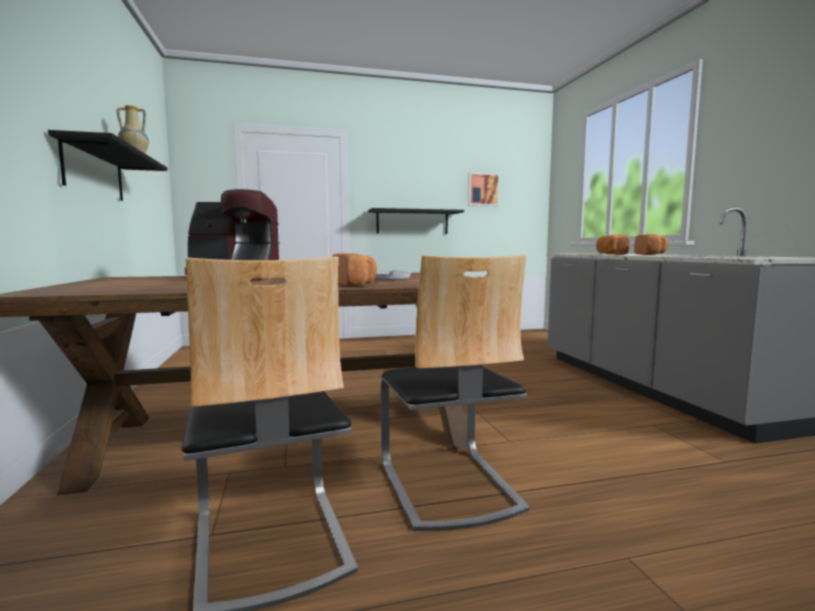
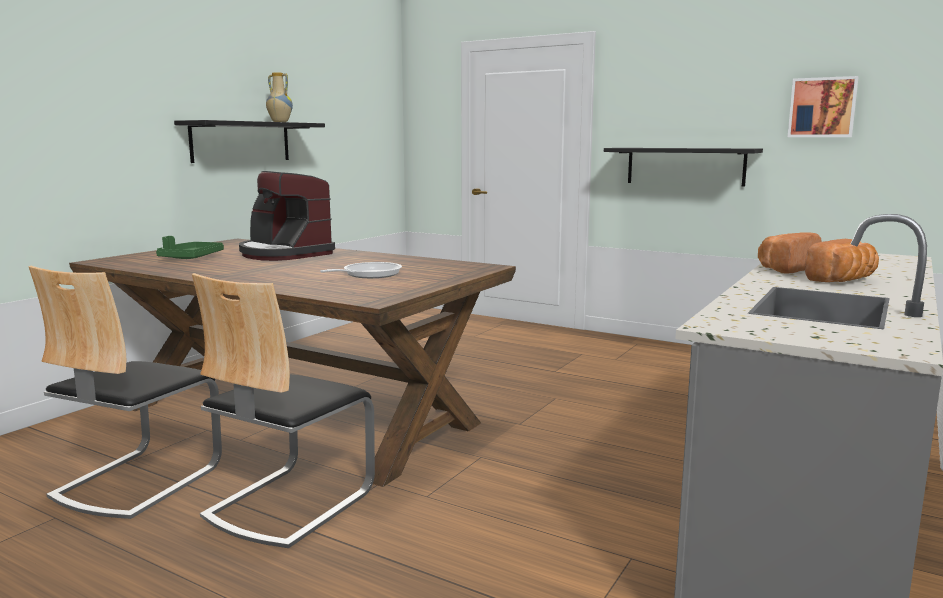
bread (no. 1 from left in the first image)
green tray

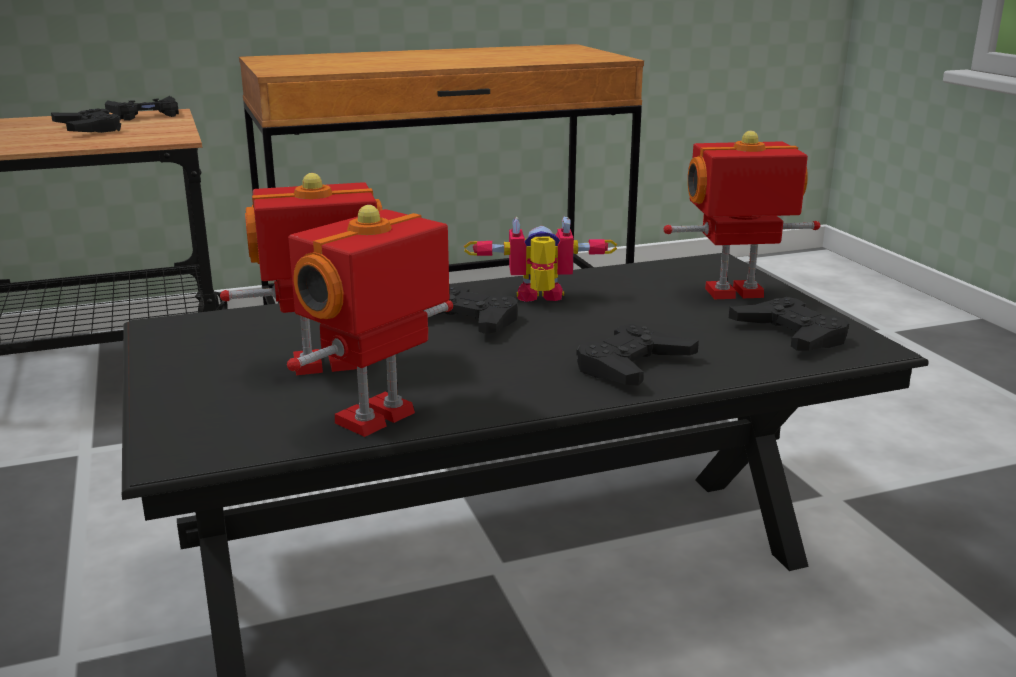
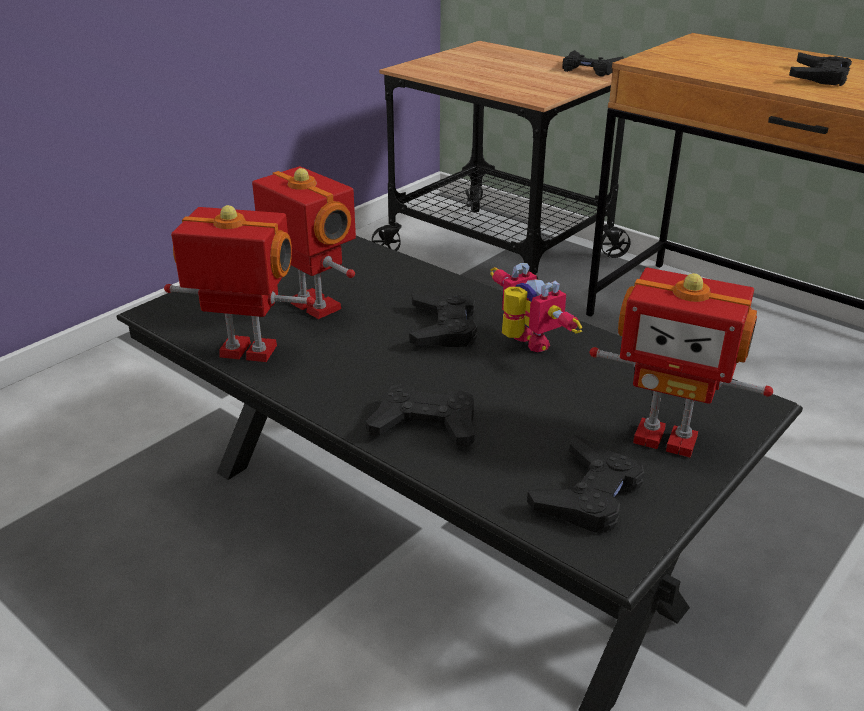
black game controller (no. 5 from left)
toy robot (no. 4 from left)

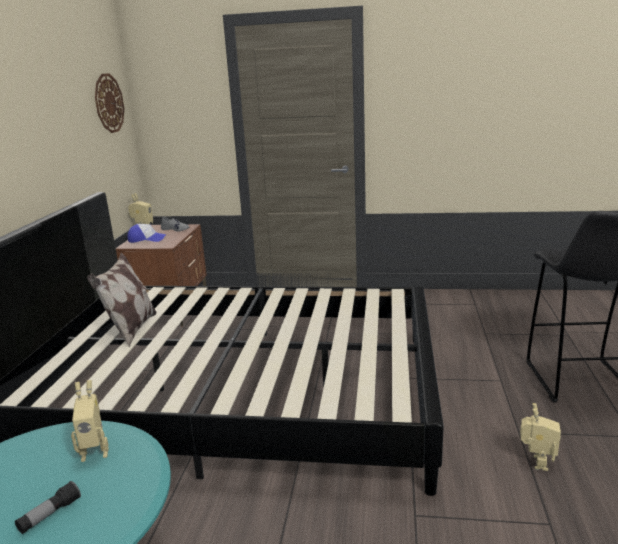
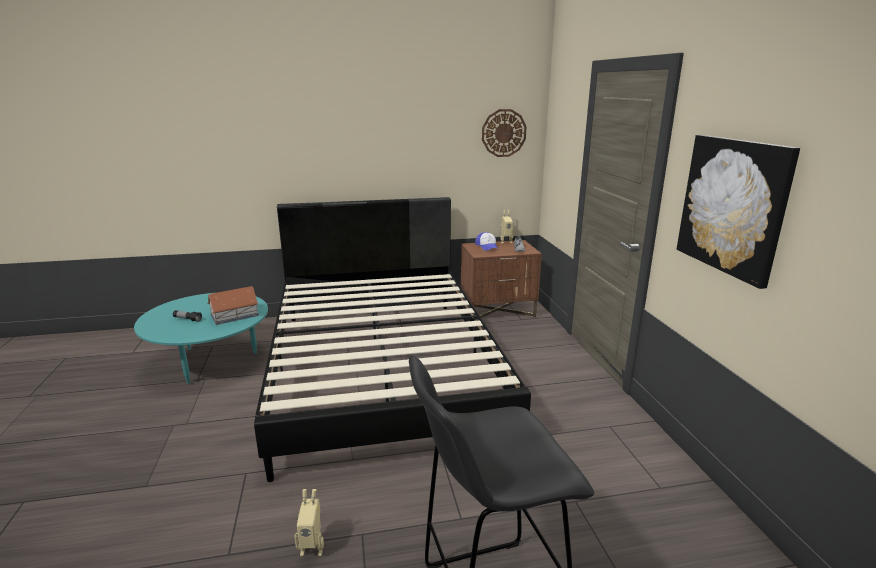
pillow
picture
toy house

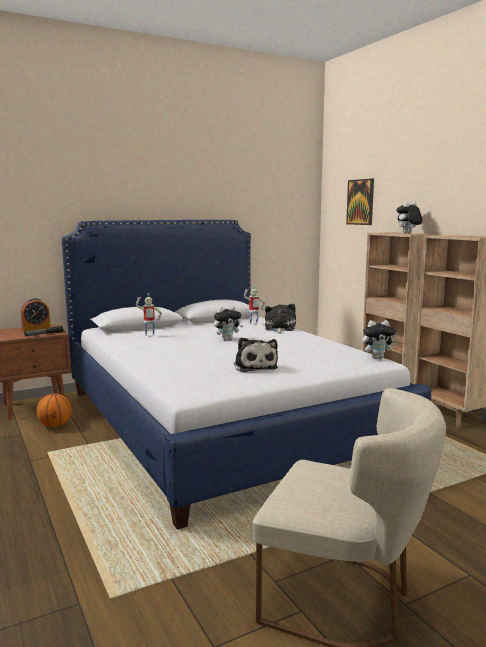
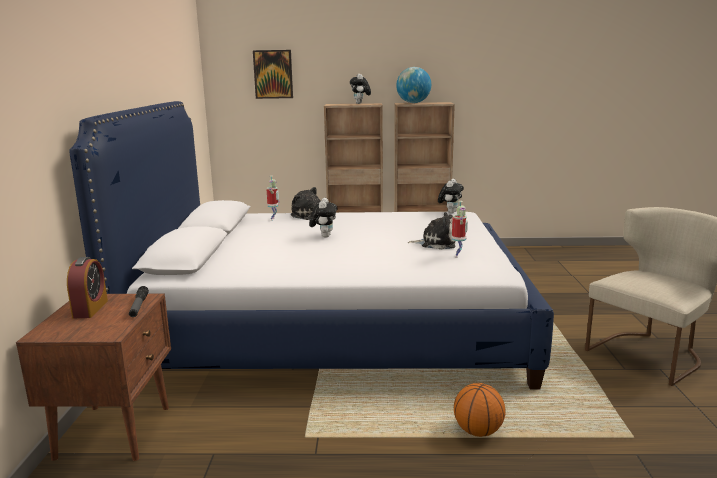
globe
basketball
toy robot (no. 2 from left)

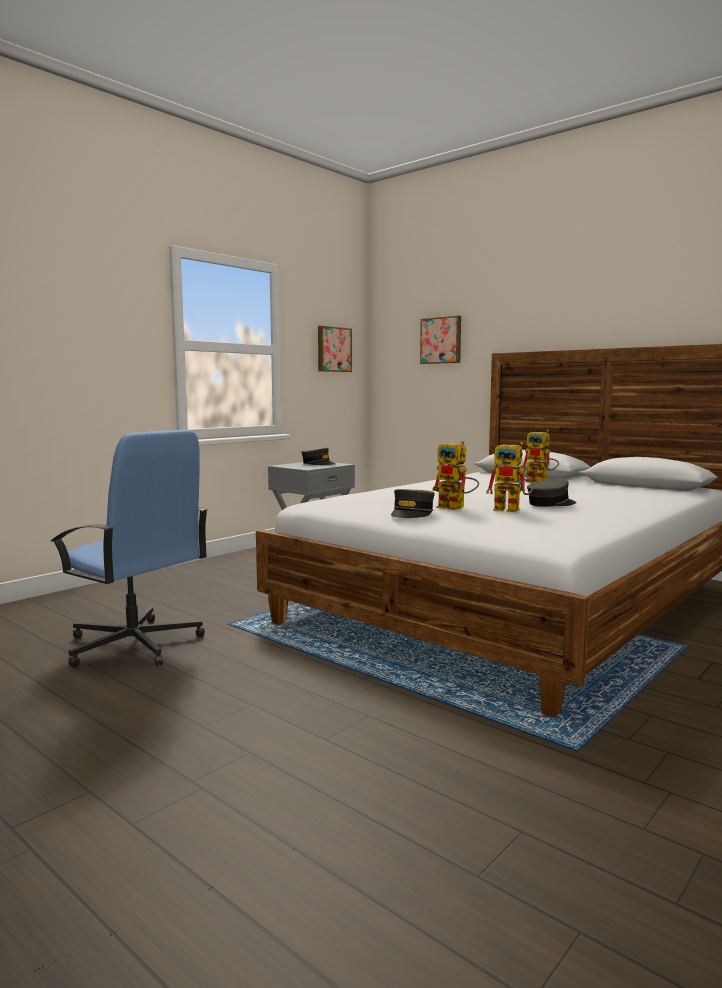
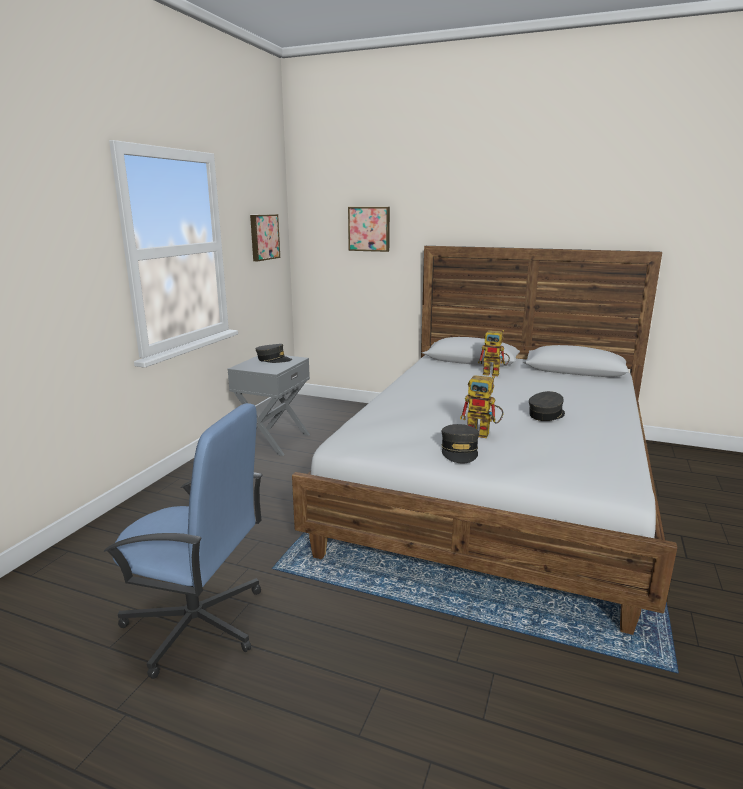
toy robot (no. 2 from left in the first image)

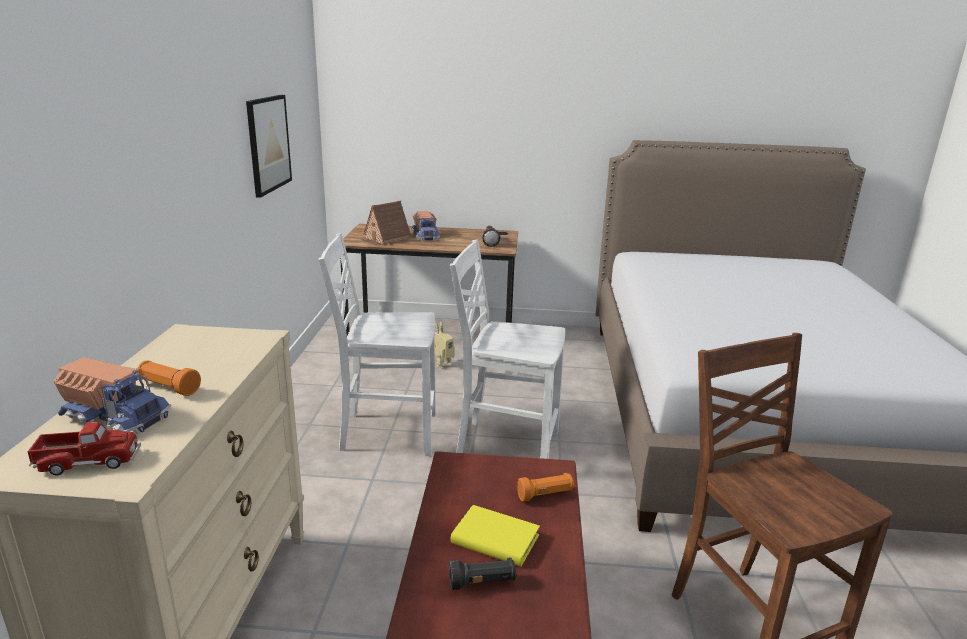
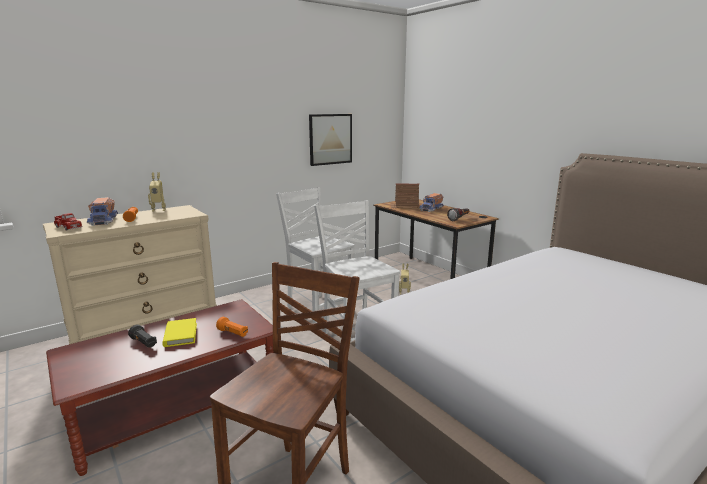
toy robot (no. 1 from left)

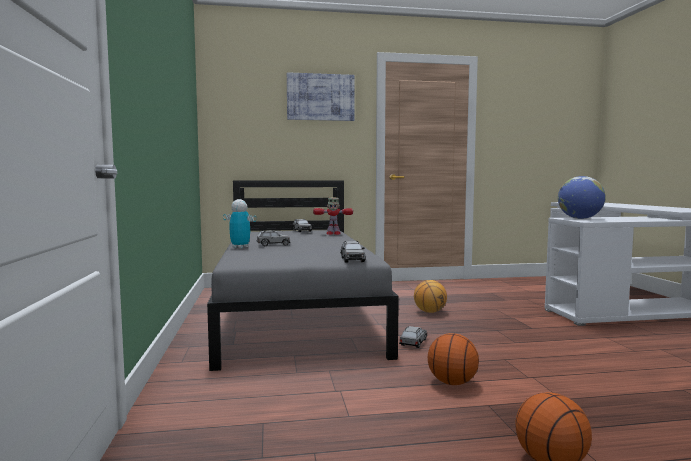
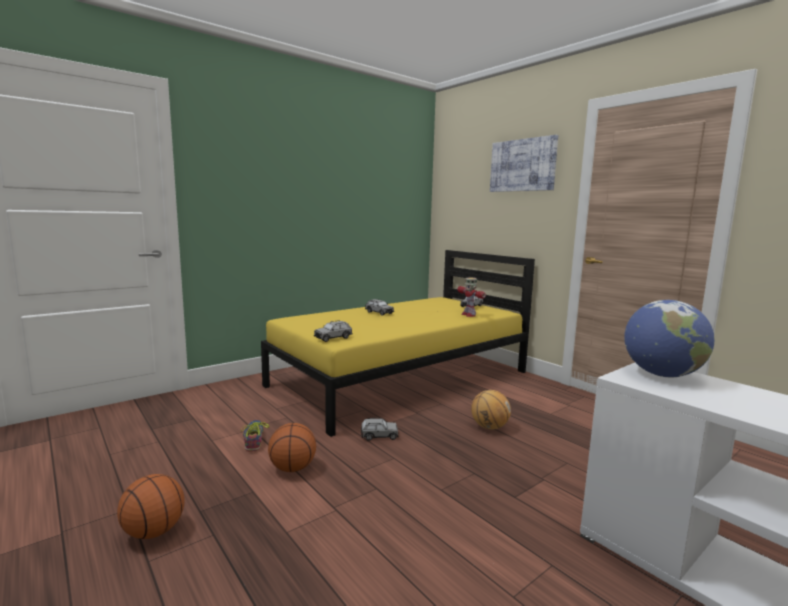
toy robot (no. 1 from left in the first image)
shoe
yellow bed

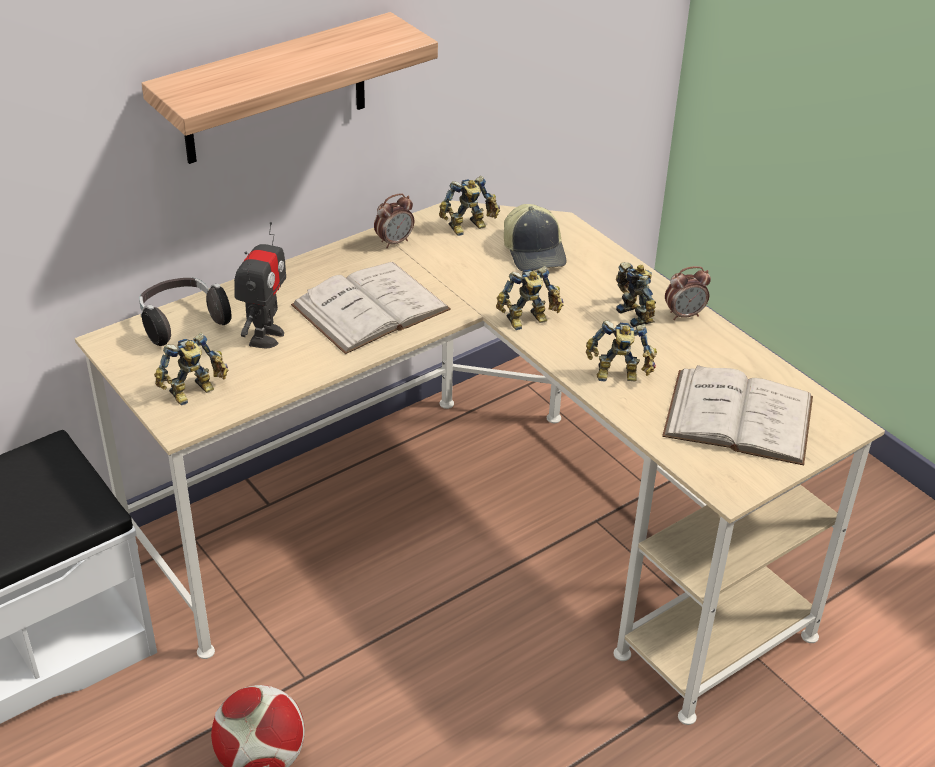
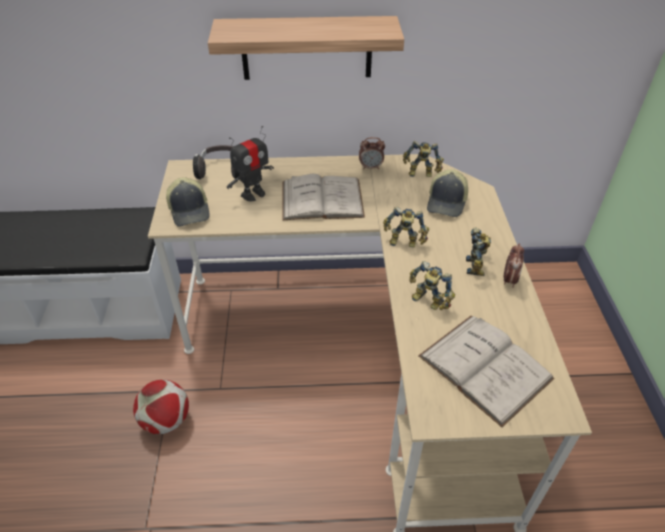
cap (no. 1 from left)
alarm clock (no. 2 from left)

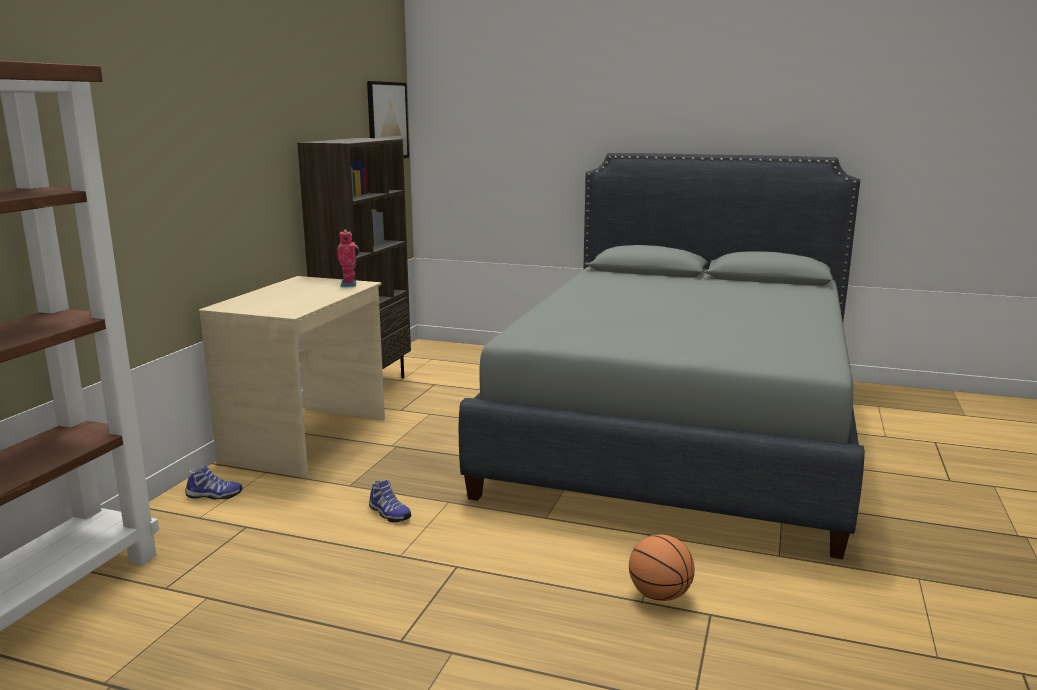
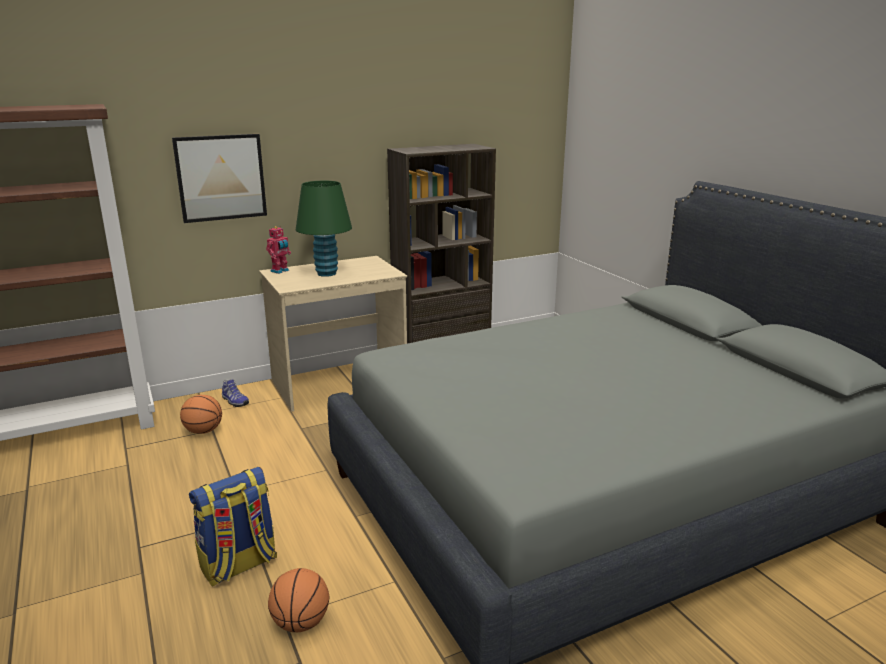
shoe (no. 2 from left in the first image)
basketball (no. 1 from left)
backpack
green table lamp
toy robot
picture

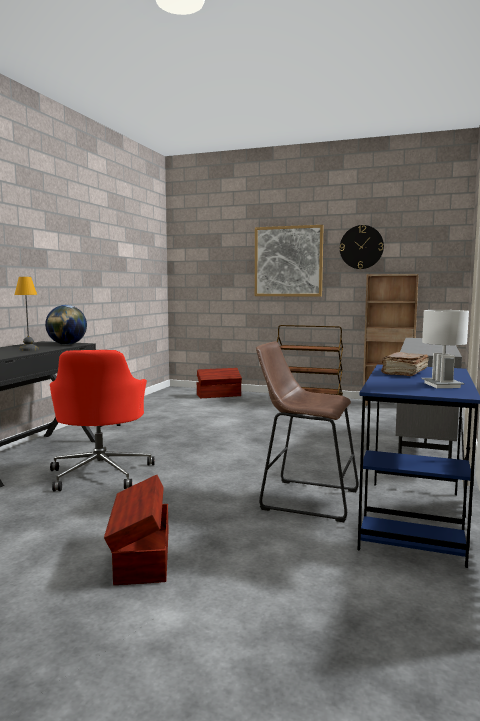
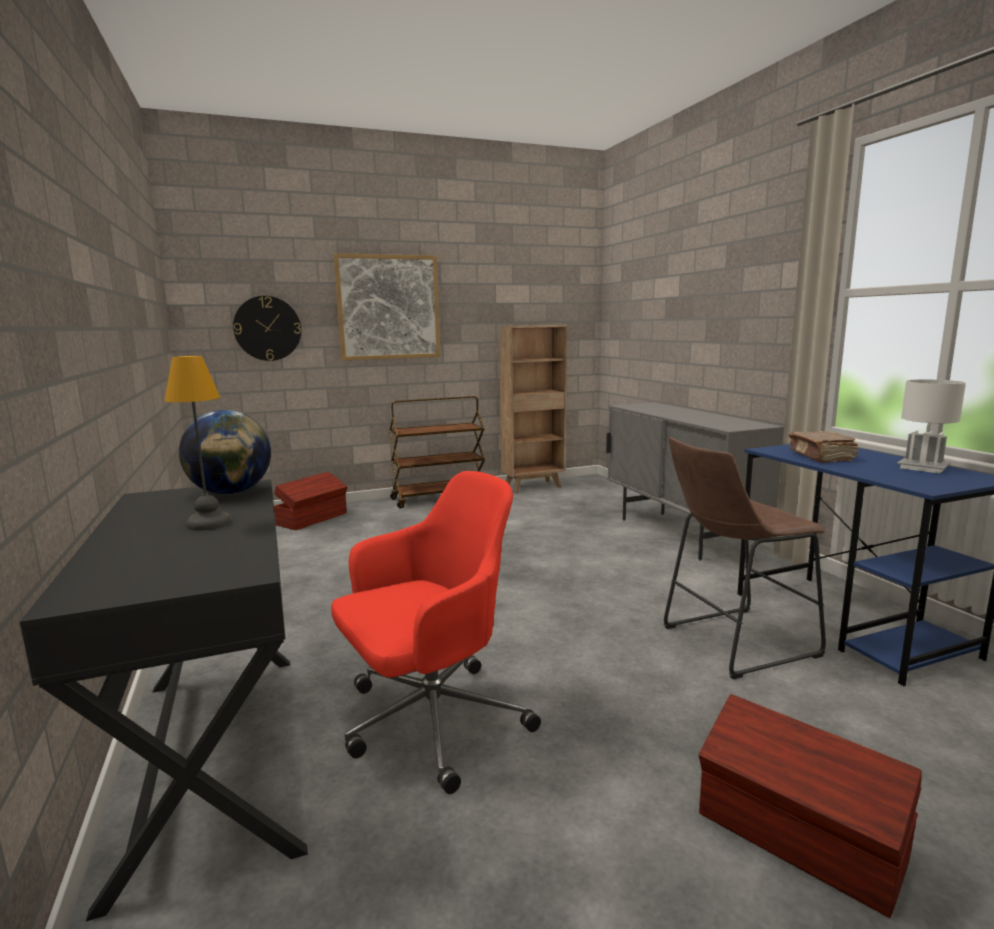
wall clock
red office chair

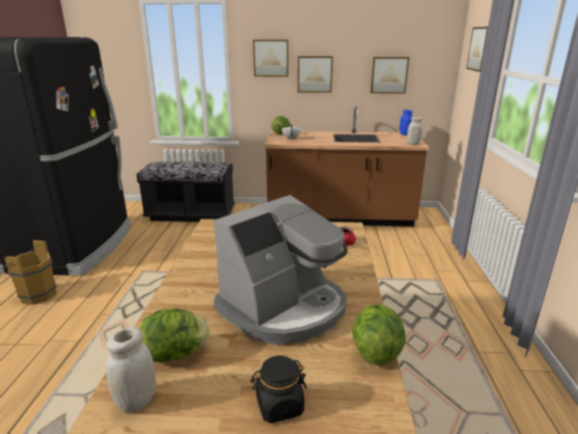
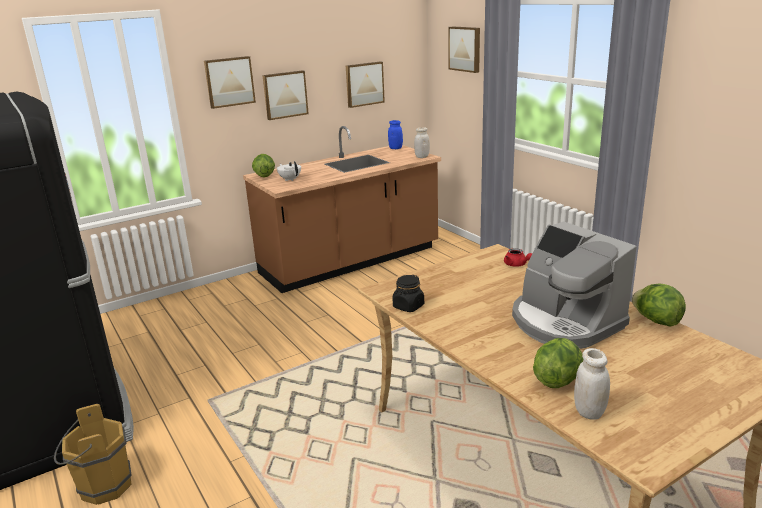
black bench
black jar
coffee machine

